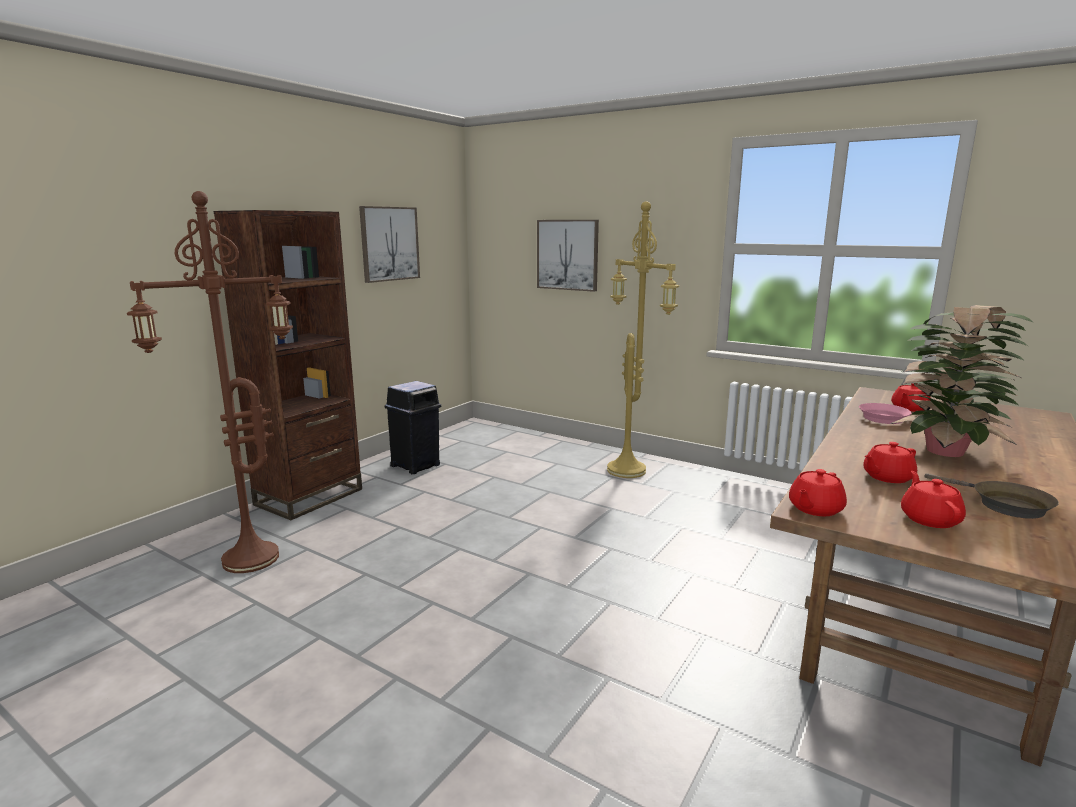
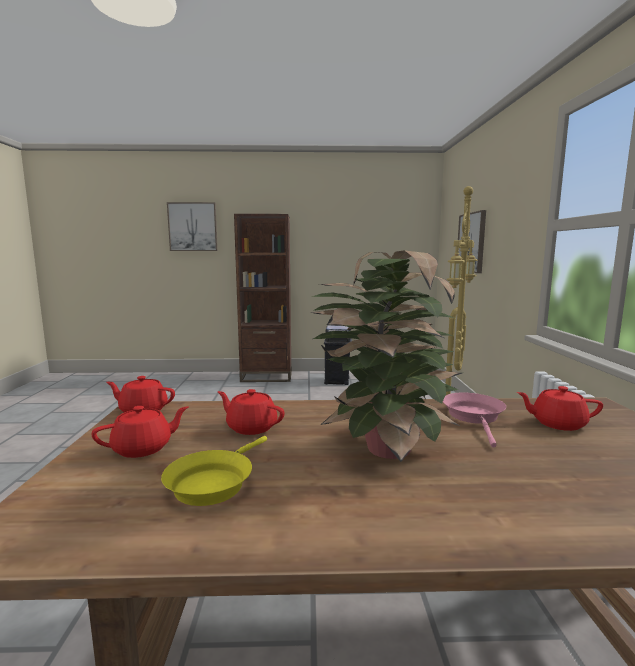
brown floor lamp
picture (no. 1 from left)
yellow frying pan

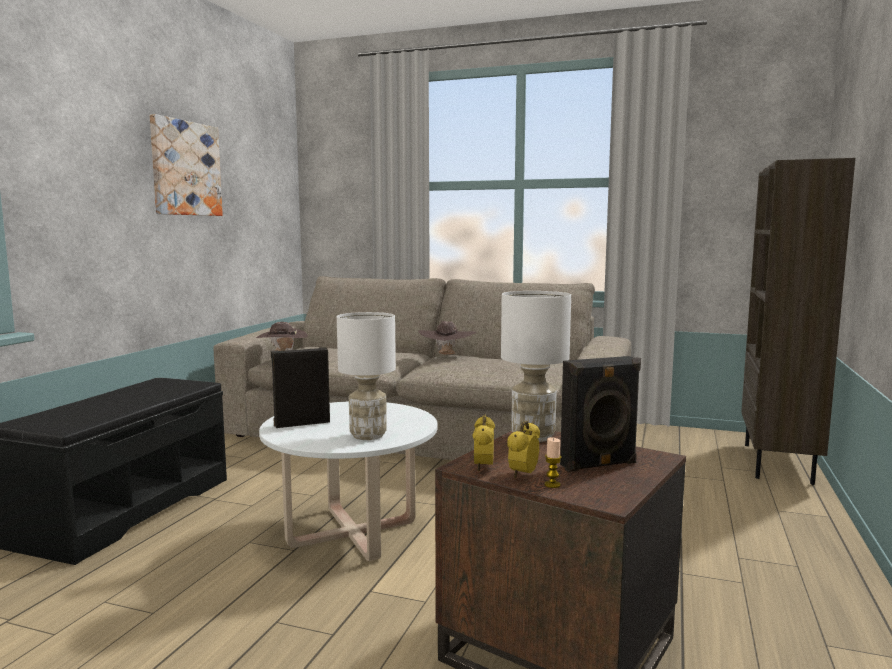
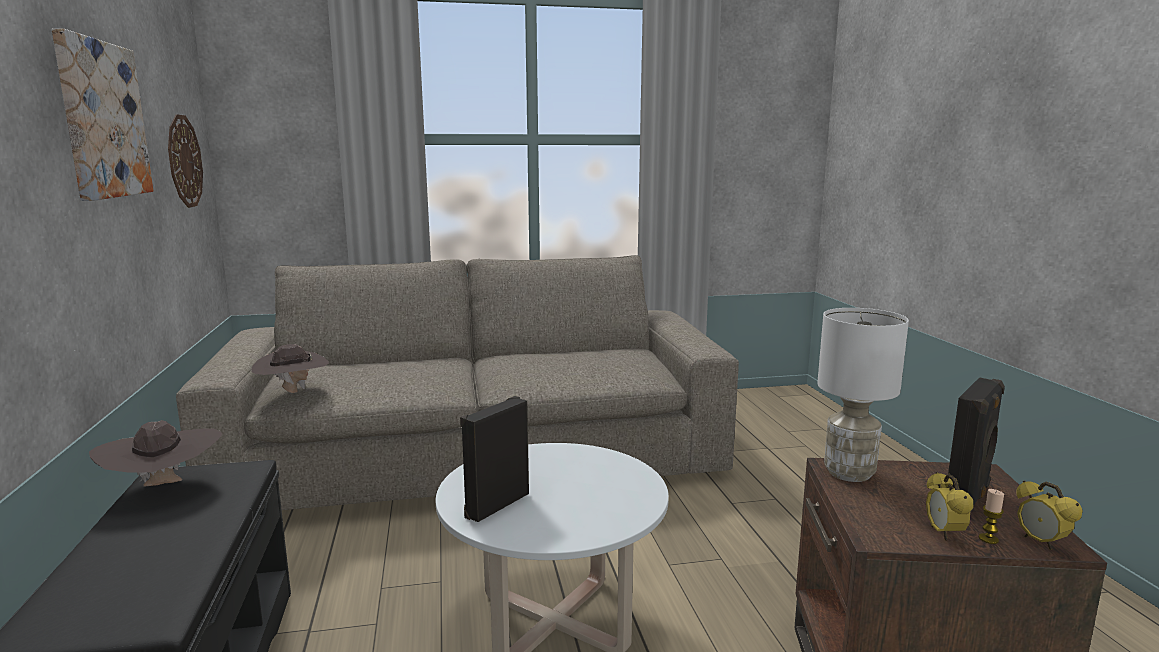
white table lamp (no. 1 from left in the first image)
brown bookcase
wall clock
brown hat (no. 1 from left)
alarm clock (no. 2 from left)

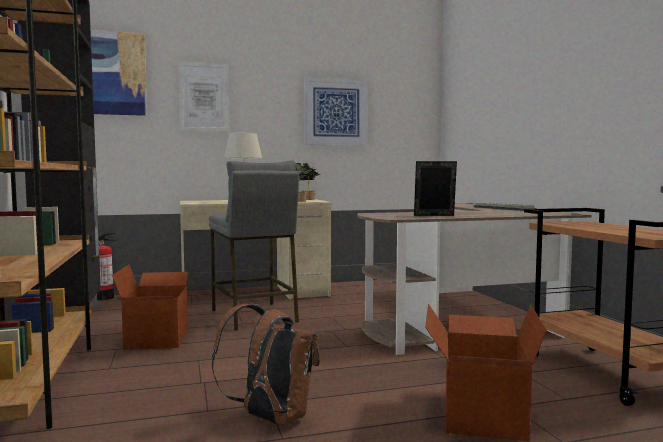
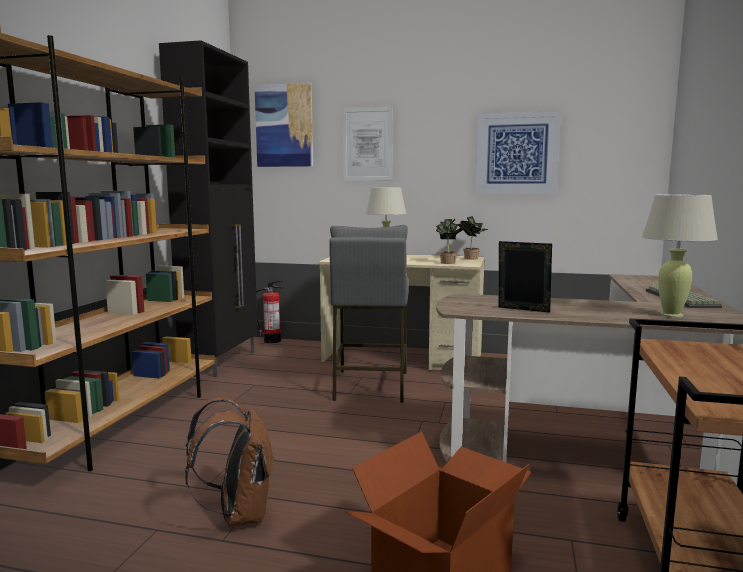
cardboard box (no. 1 from left in the first image)
beige table lamp (no. 2 from left)

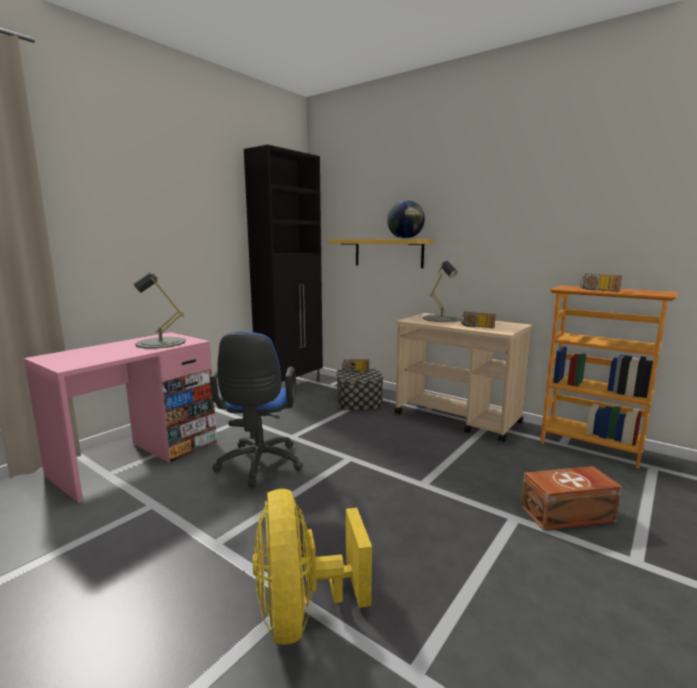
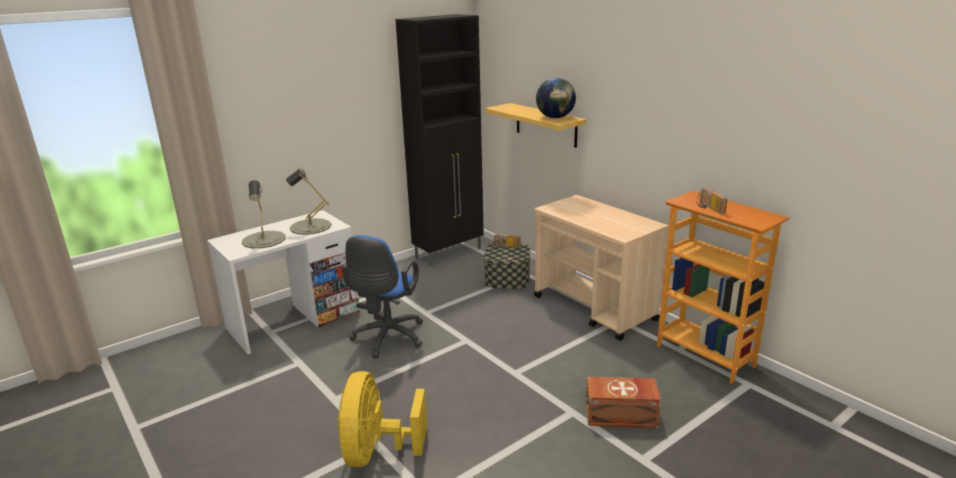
radio (no. 2 from left in the first image)
grey table lamp (no. 1 from left)
white desk

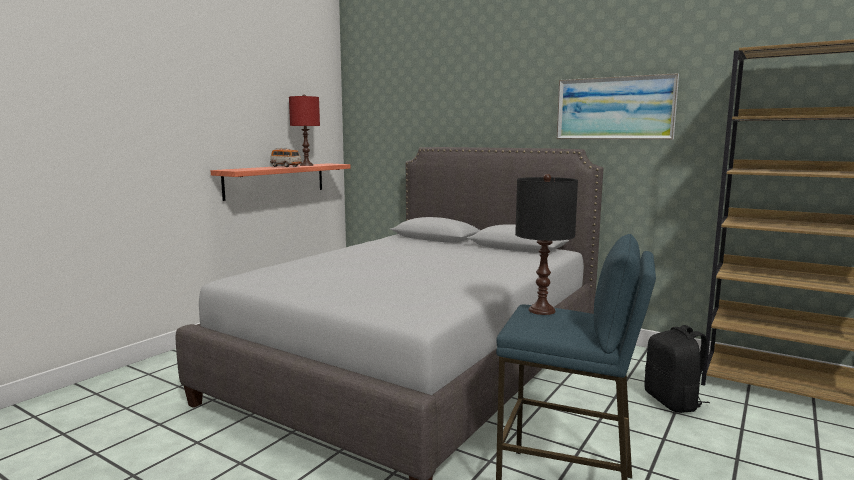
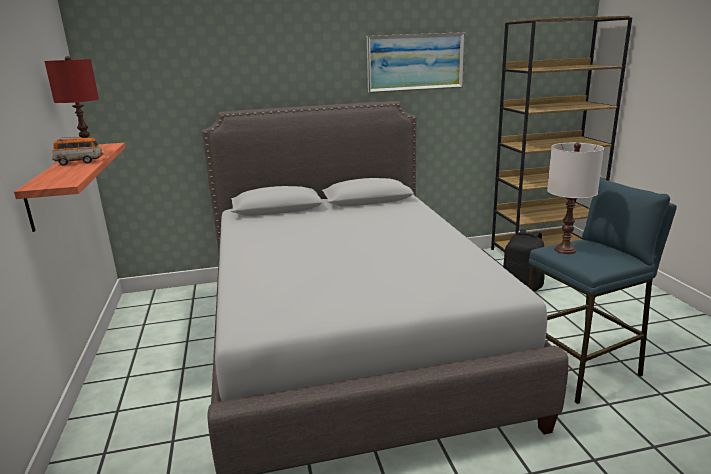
white table lamp

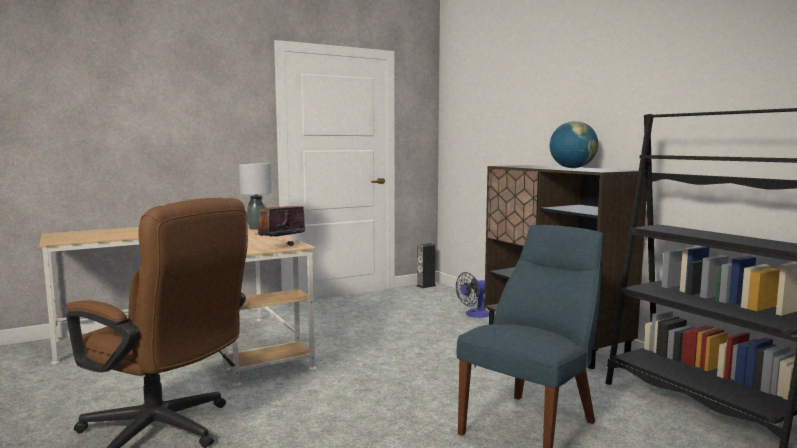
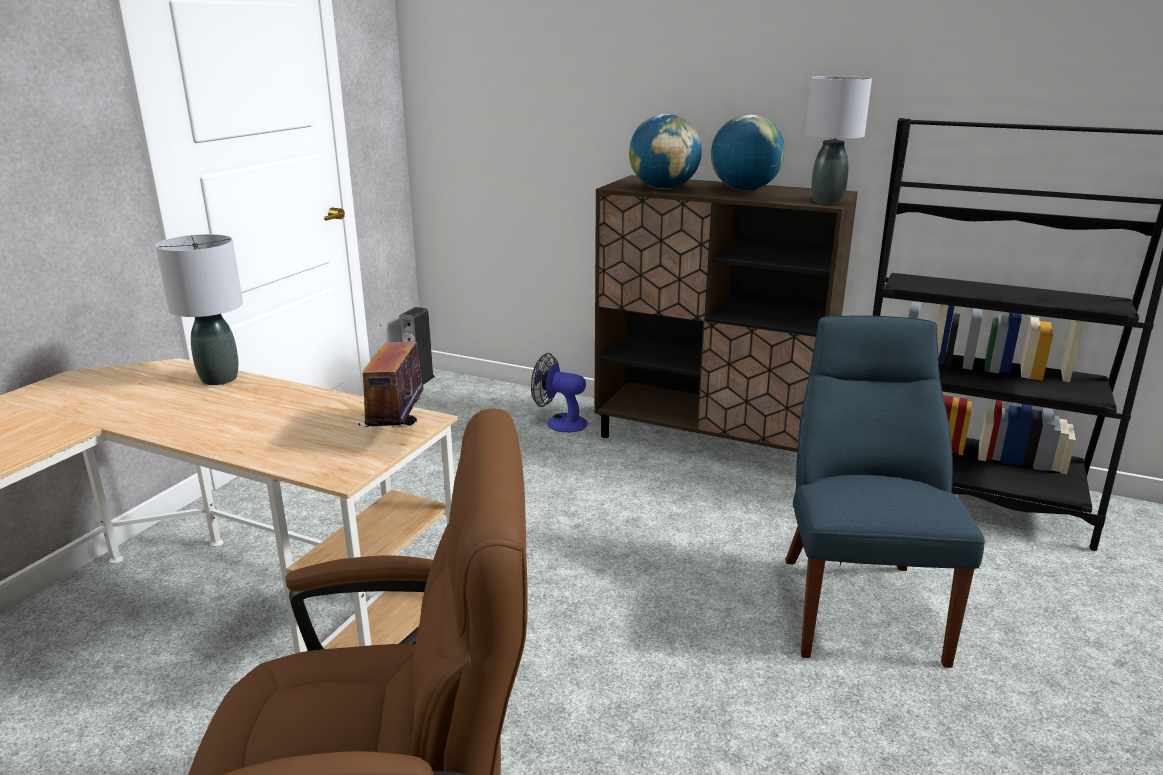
globe (no. 1 from left)
grey table lamp (no. 2 from left)
fan

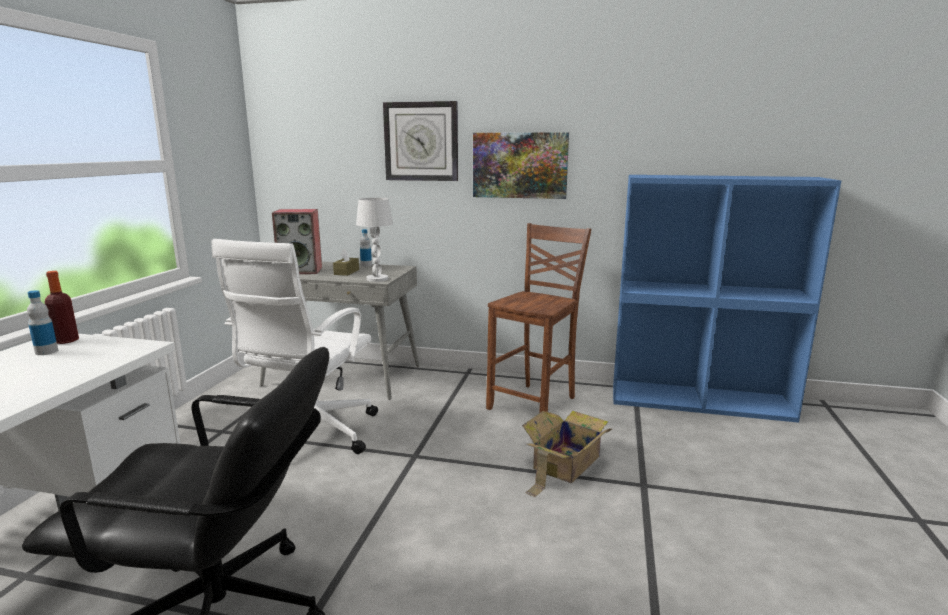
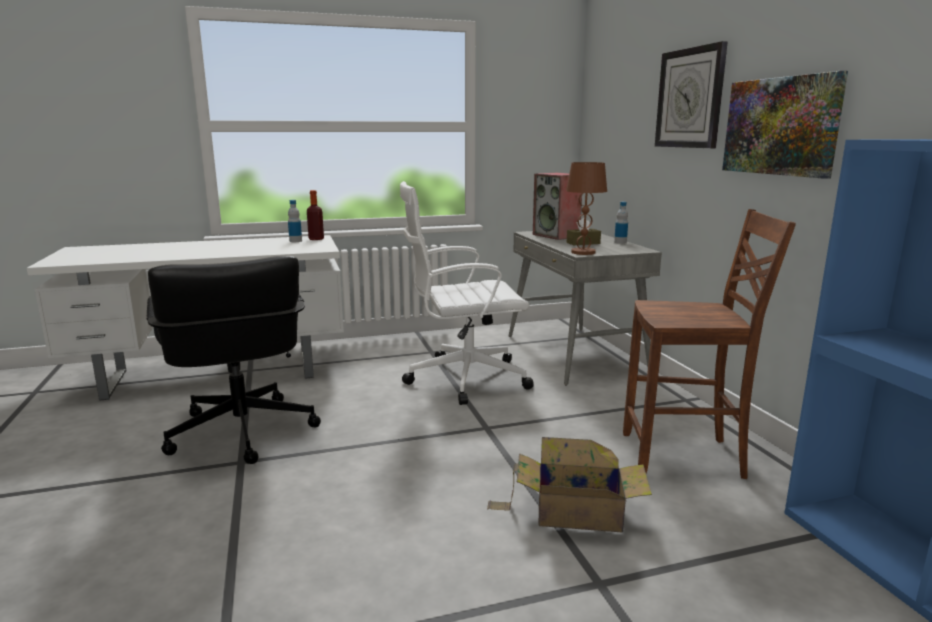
brown table lamp

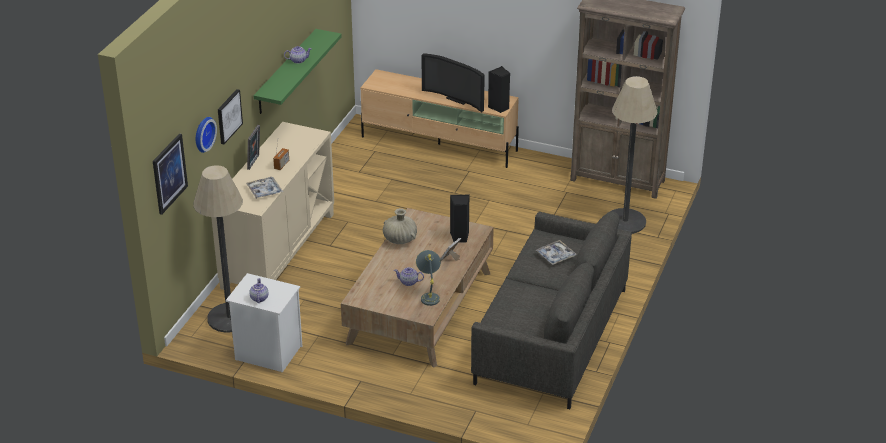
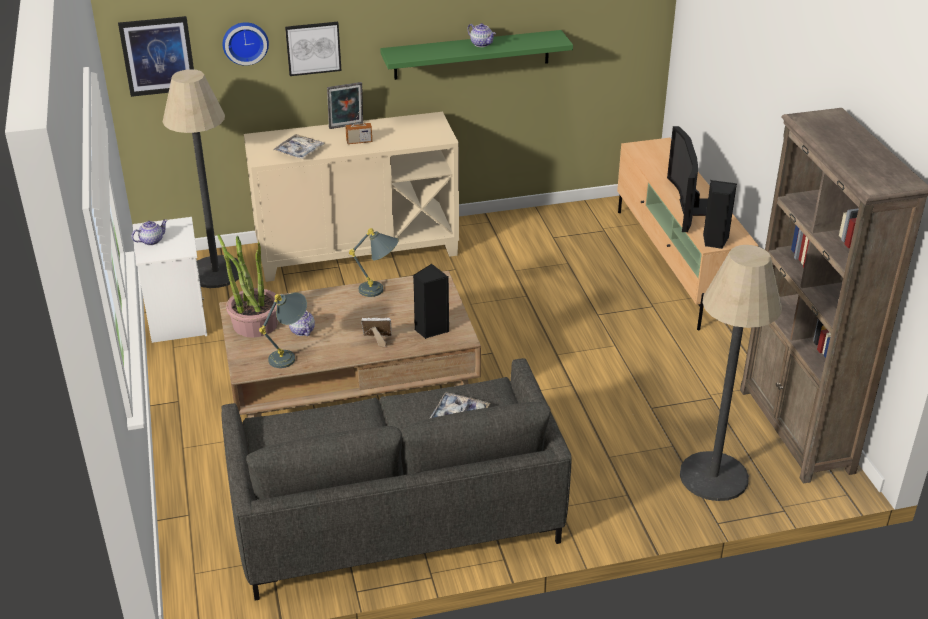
potted plant
grey table lamp (no. 2 from left)

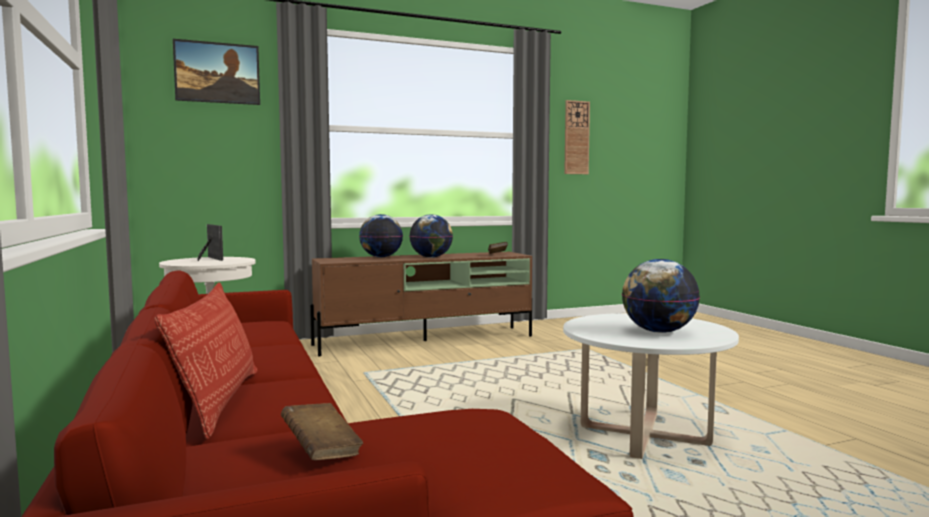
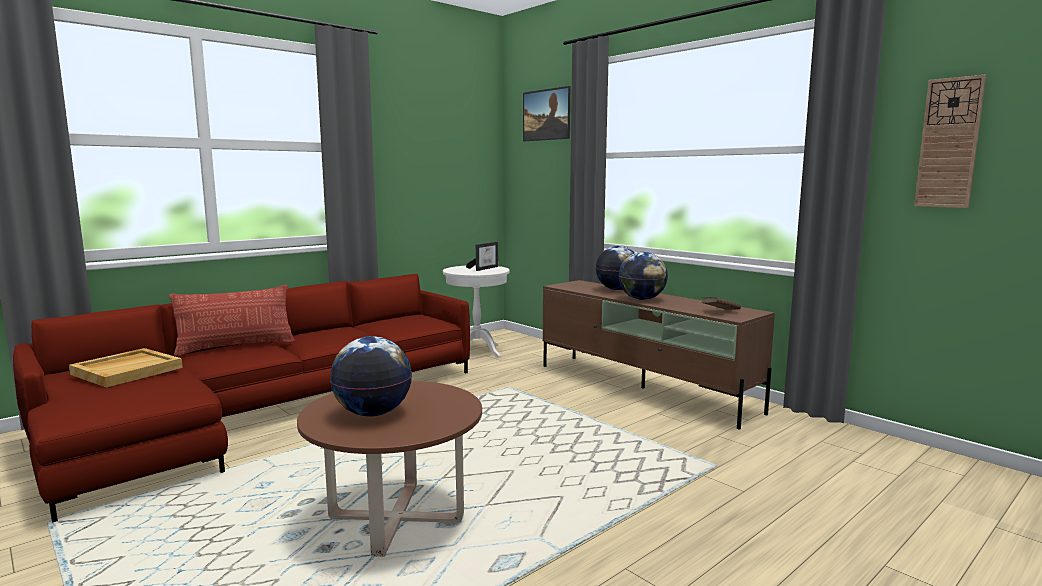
beige tray
brown coffee table

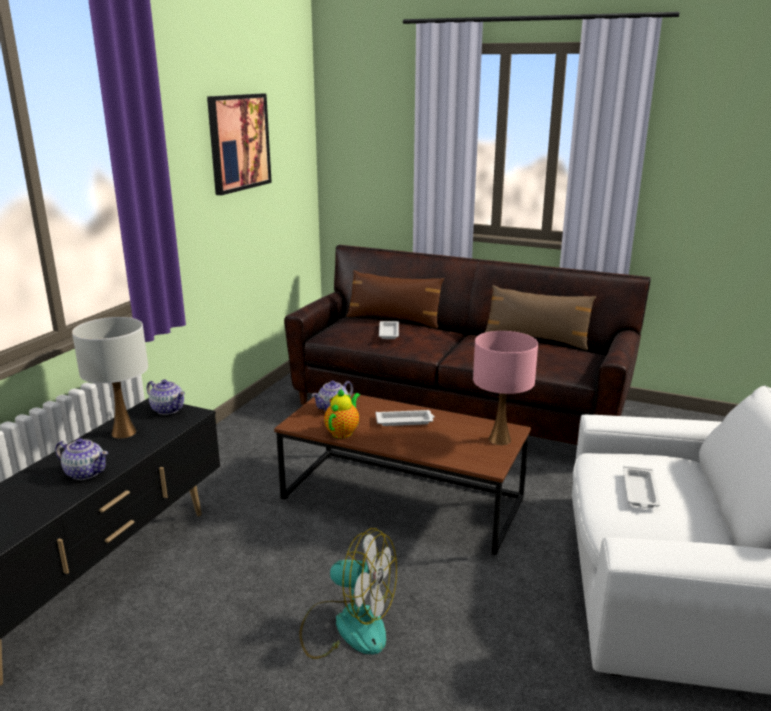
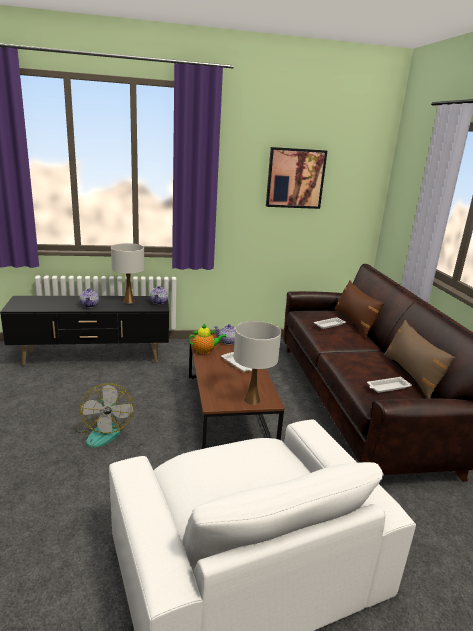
white tray (no. 3 from left)
white table lamp (no. 2 from left)

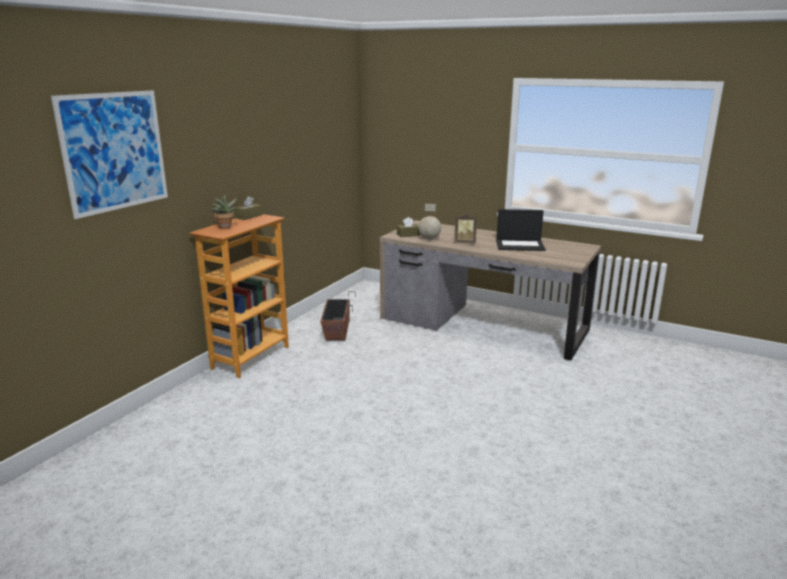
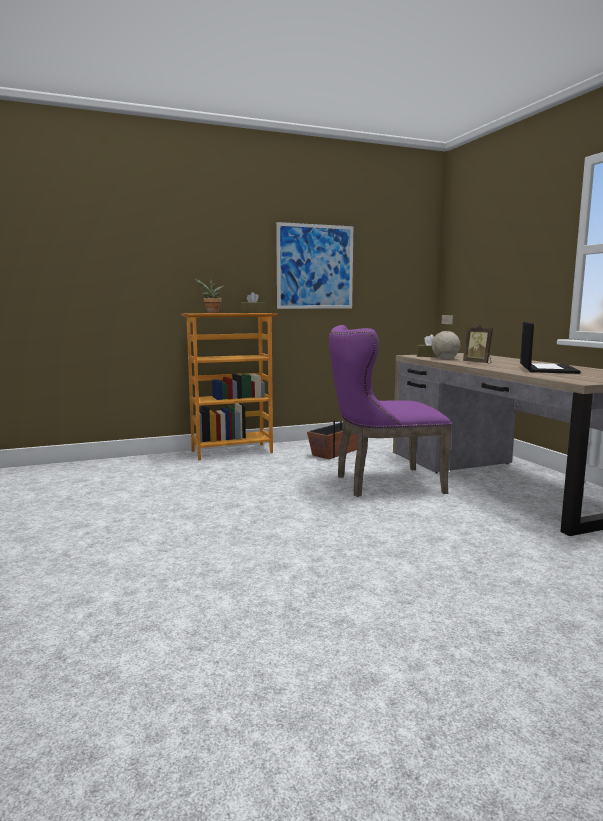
purple chair
picture
laptop

